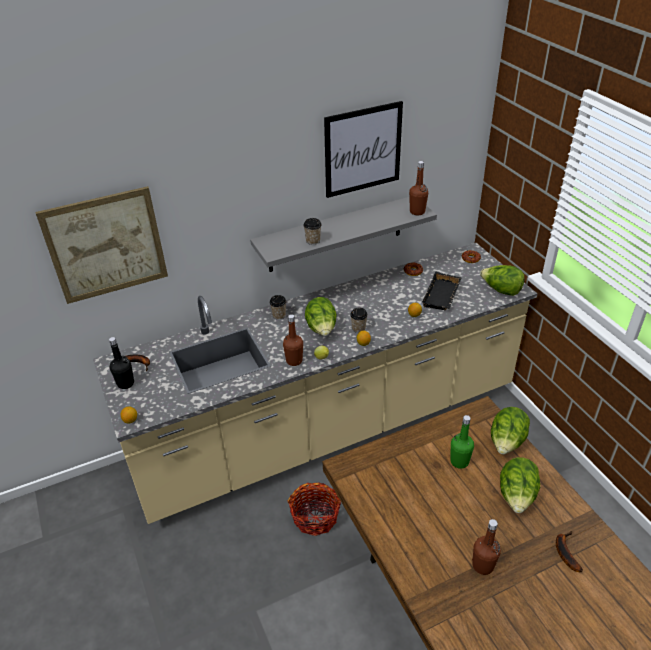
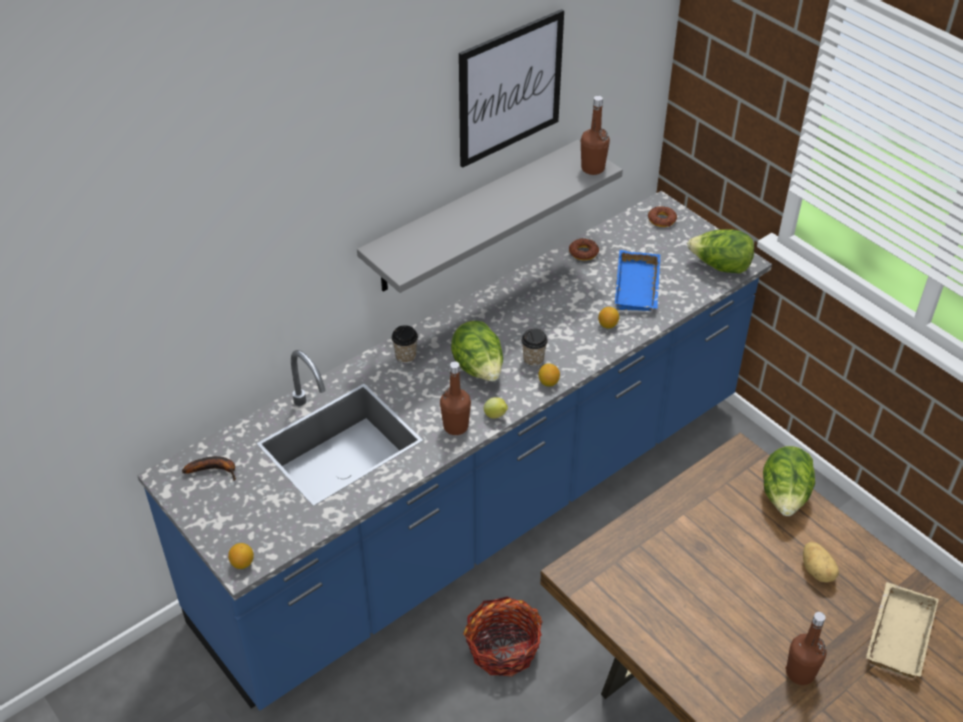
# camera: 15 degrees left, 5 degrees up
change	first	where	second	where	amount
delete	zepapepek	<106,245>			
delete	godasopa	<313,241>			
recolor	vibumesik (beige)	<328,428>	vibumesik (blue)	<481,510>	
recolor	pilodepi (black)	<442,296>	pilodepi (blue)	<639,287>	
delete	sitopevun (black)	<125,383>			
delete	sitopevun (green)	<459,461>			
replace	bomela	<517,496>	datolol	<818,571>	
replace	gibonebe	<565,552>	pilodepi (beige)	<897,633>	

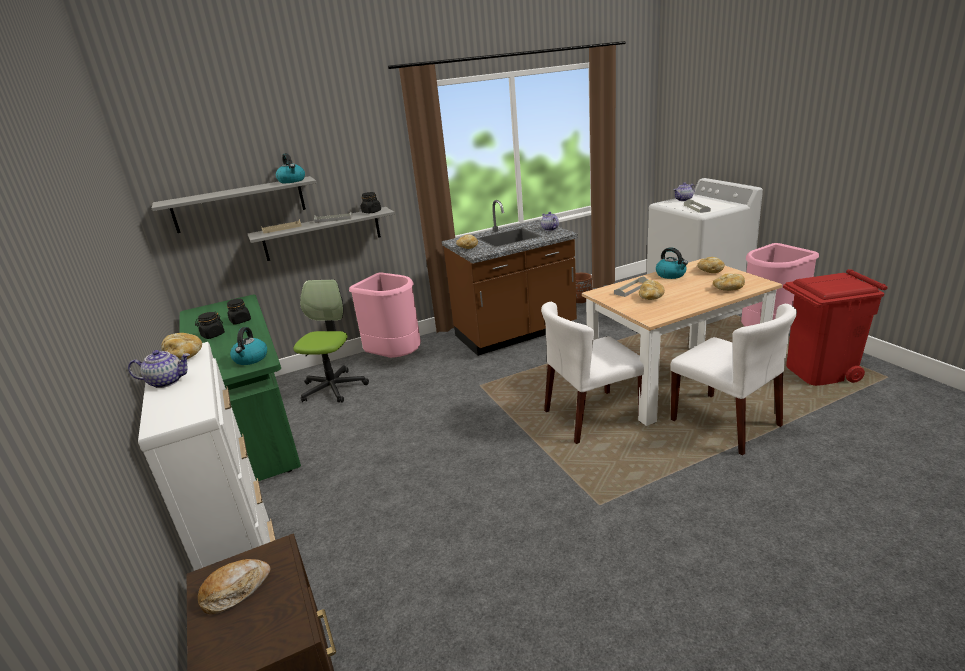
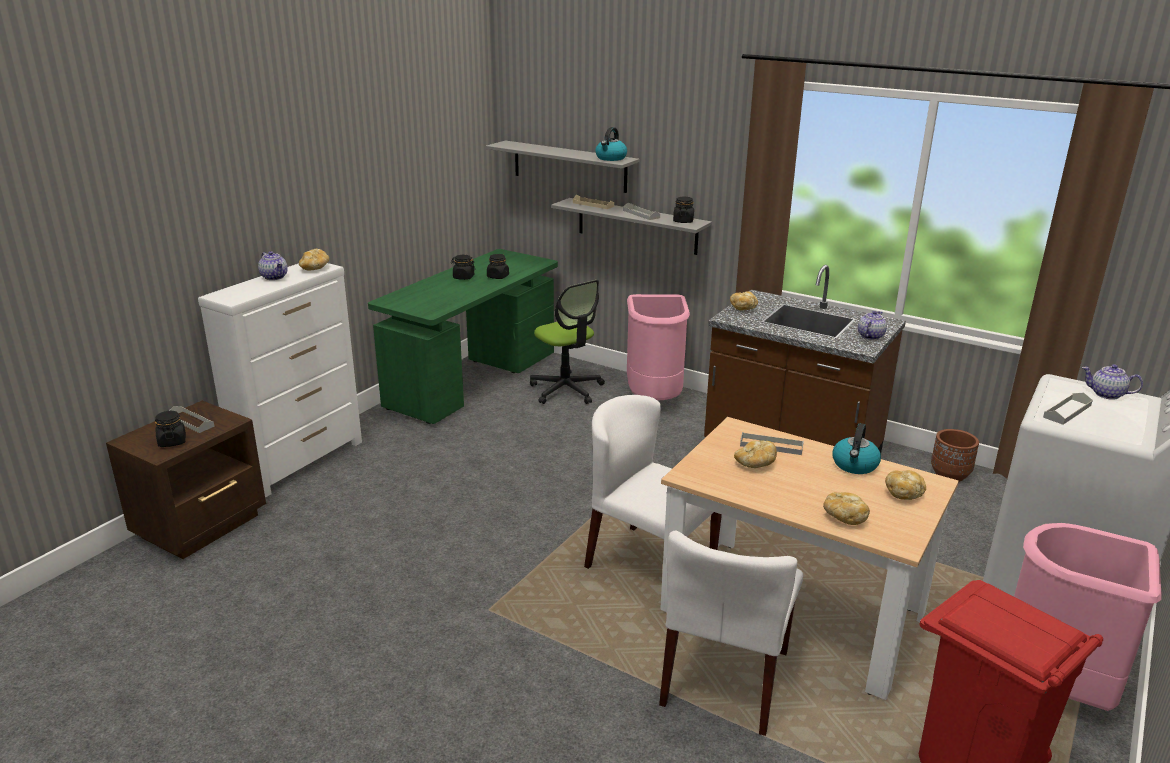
# camera: 55 degrees right, 0 degrees up
change	first	where	second	where	amount
rotate	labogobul	<333,388>		<566,390>	75 degrees clockwise
delete	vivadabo	<251,359>			
replace	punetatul	<236,591>	pilodepi (grey)	<191,421>	
insert			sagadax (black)	<172,441>	

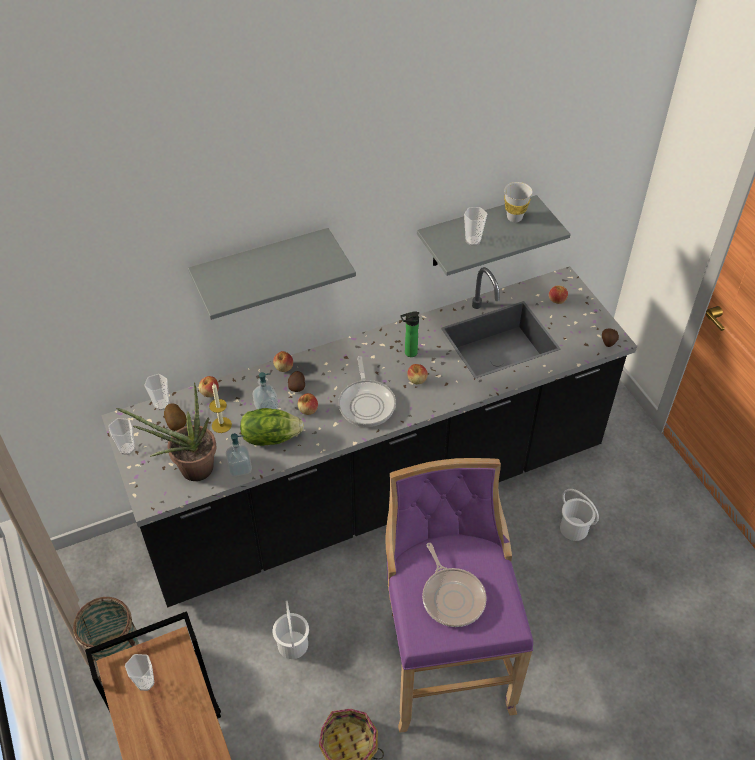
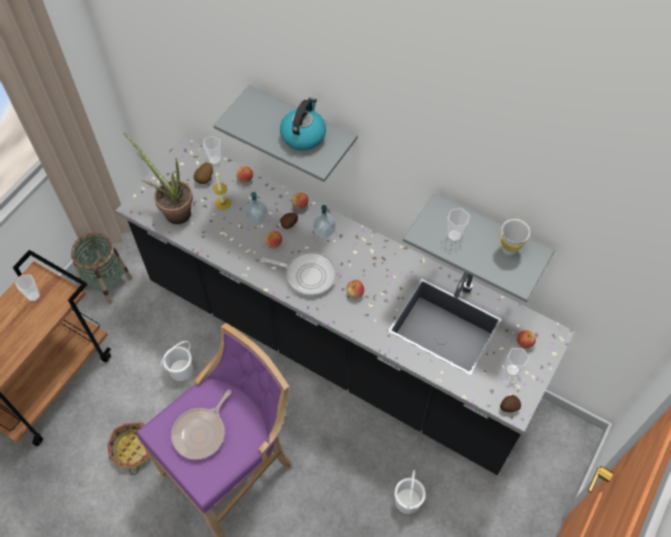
# camera: 55 degrees right, 10 degrees up
change	first	where	second	where	amount
delete	sitopevun	<409,353>			
rotate	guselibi	<366,403>		<307,275>	120 degrees counterclockwise
delete	bomela	<270,437>			
move	godasopa	<127,448>		<512,370>	
move	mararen	<240,468>		<324,231>	
insert			vivadabo	<303,135>	

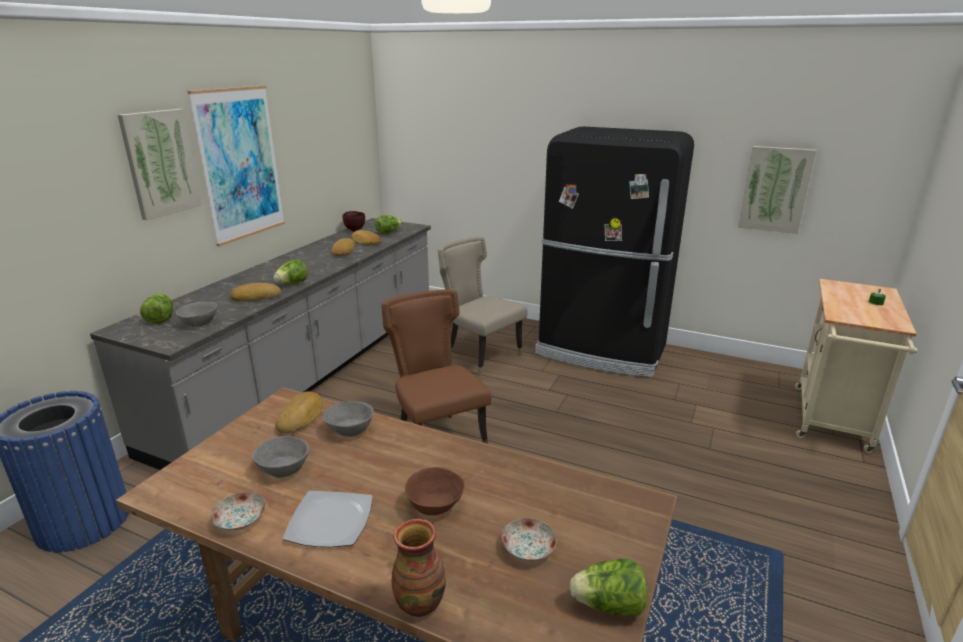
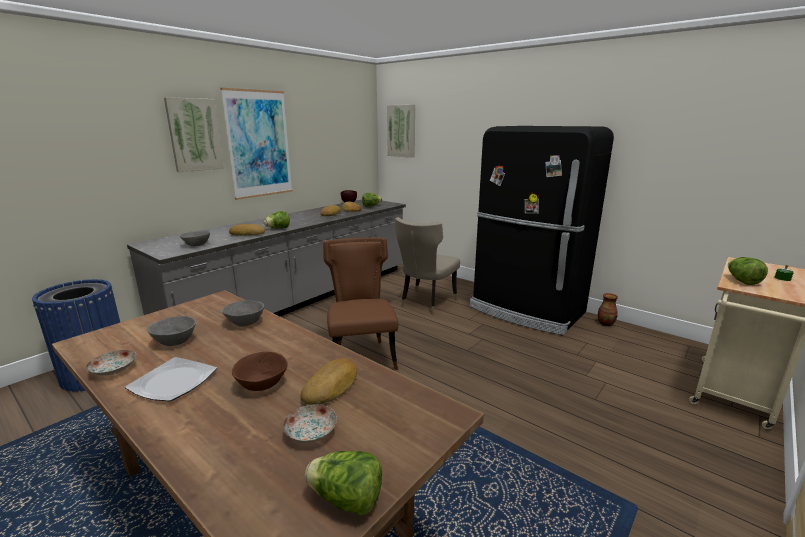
# camera: 15 degrees right, 5 degrees down
change	first	where	second	where	amount
move	zepapepek	<775,189>		<401,131>	
rotate	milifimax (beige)	<480,355>		<425,303>	120 degrees counterclockwise
move	bomela	<161,319>		<742,281>	
move	punetatul	<301,417>		<332,386>	
move	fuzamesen	<420,602>		<605,323>	

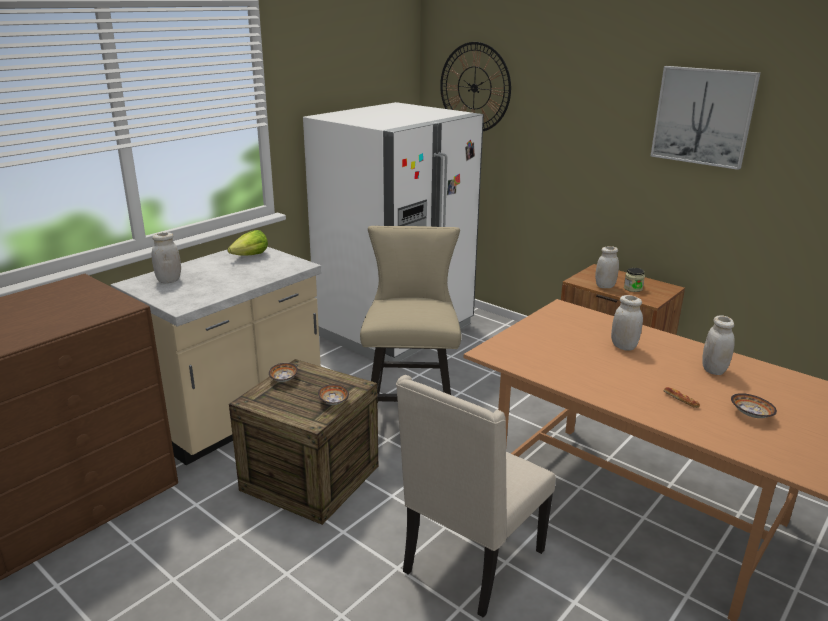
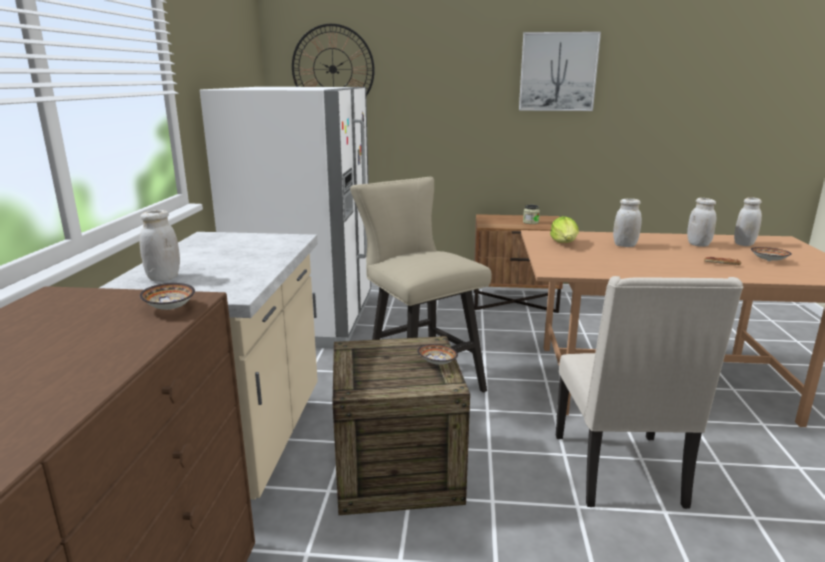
# camera: 35 degrees left, 5 degrees down
change	first	where	second	where	amount
move	bomela	<250,256>		<564,243>	
move	sagadax (white)	<605,286>		<744,244>	
move	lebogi	<284,379>		<170,308>	

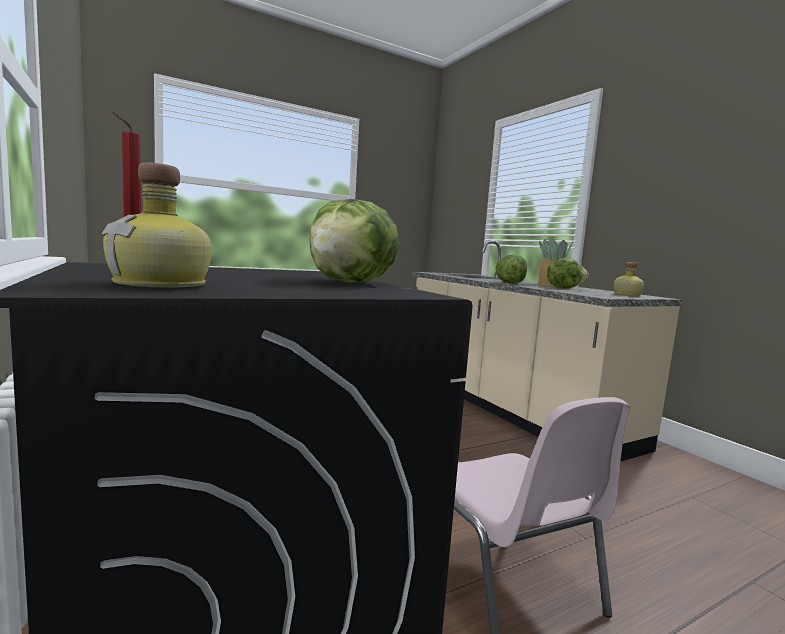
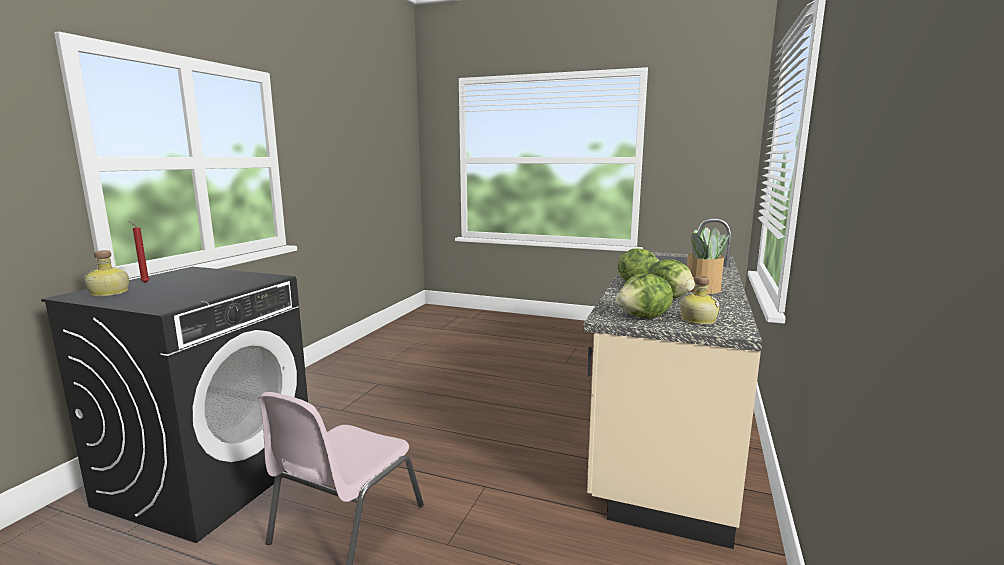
# camera: 50 degrees right, 5 degrees up
change	first	where	second	where	amount
move	bomela	<352,282>		<644,317>	

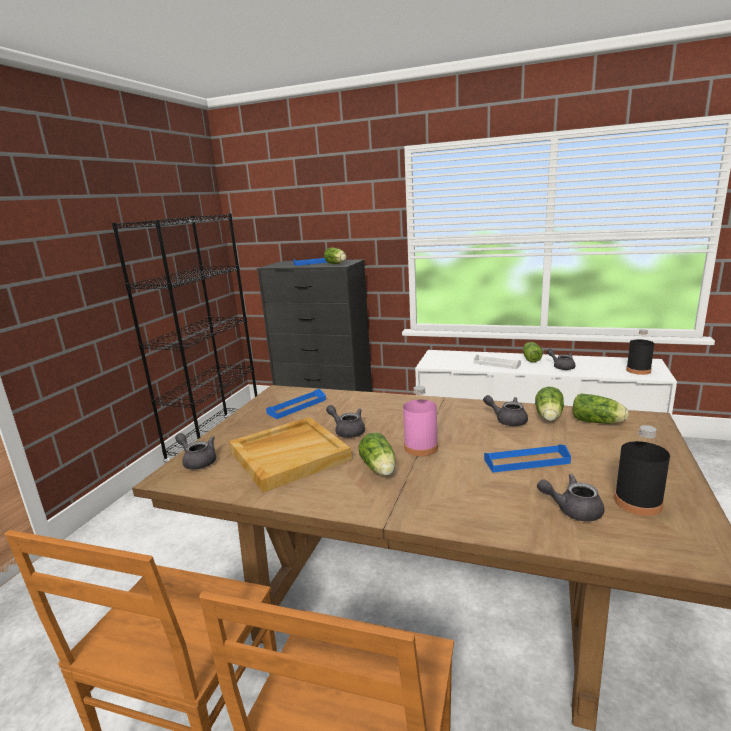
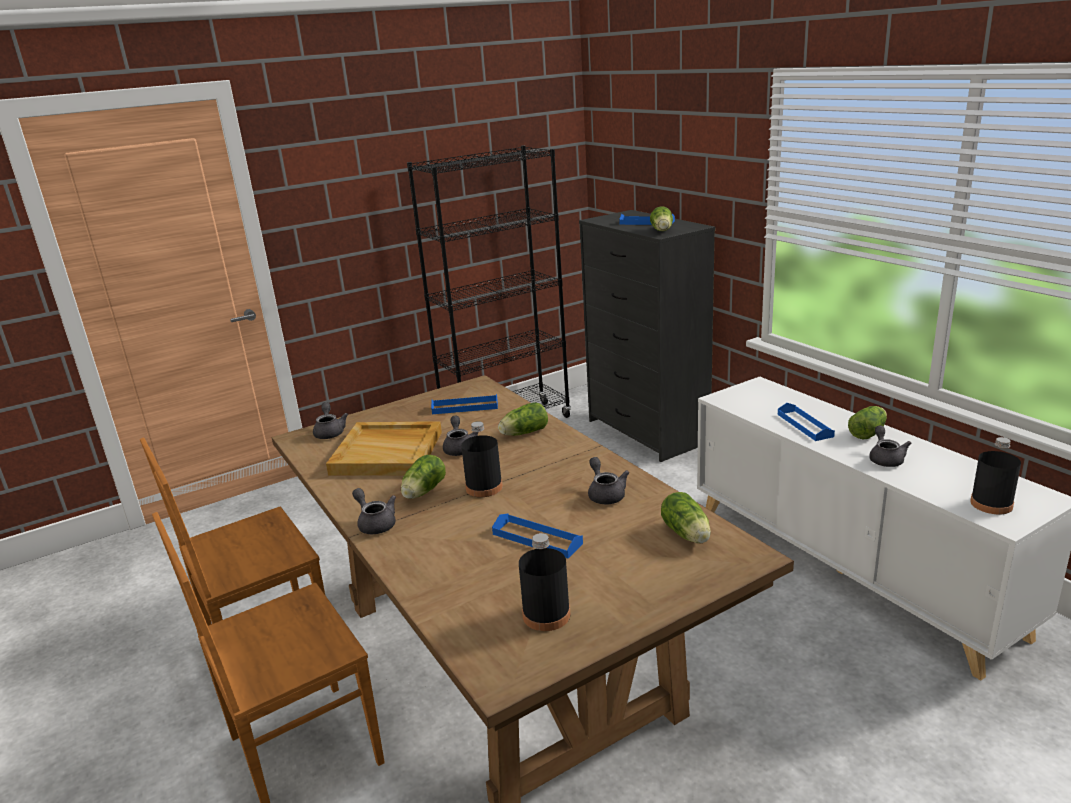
# camera: 40 degrees right, 5 degrees up
change	first	where	second	where	amount
recolor	pilodepi (white)	<496,364>	pilodepi (blue)	<804,425>	
recolor	sitopevun (pink)	<421,447>	sitopevun (black)	<484,487>	
move	bomela	<548,417>		<523,433>	
move	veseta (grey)	<572,510>		<375,523>	

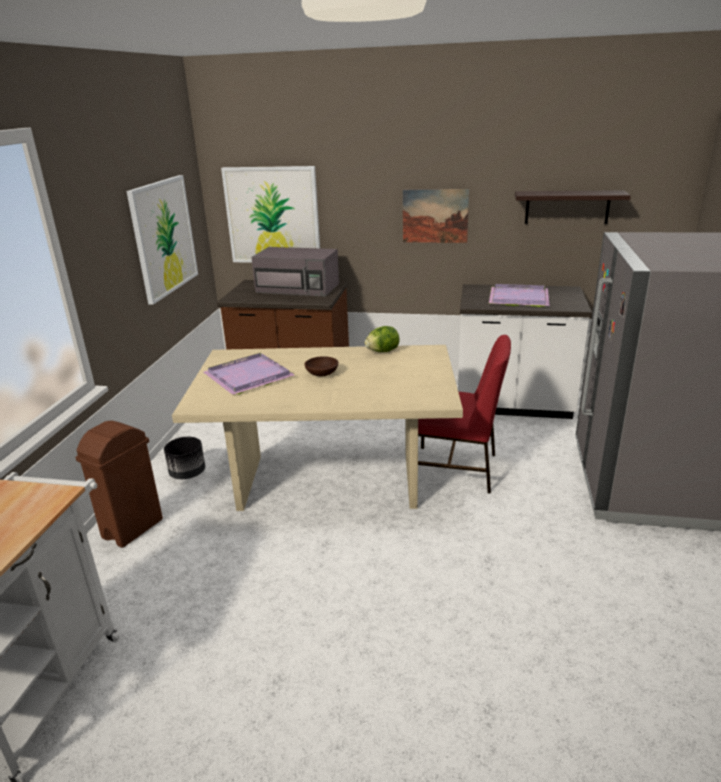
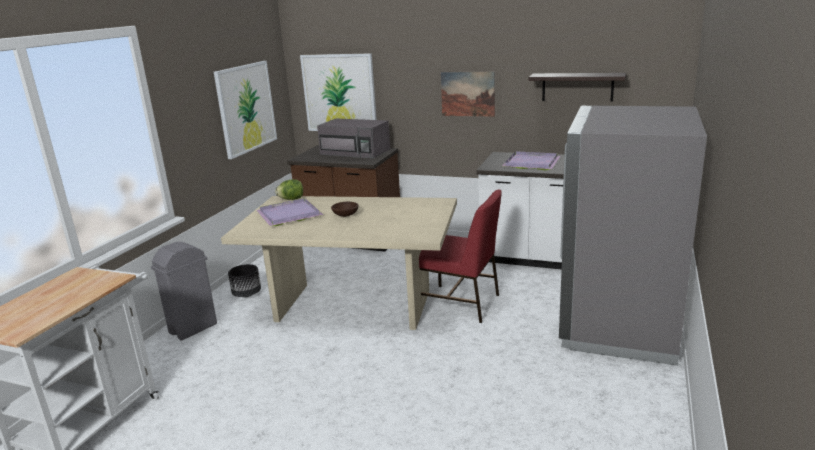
# camera: 10 degrees right, 5 degrees down
change	first	where	second	where	amount
move	bomela	<382,351>		<291,199>	
recolor	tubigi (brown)	<132,529>	tubigi (grey)	<192,328>	

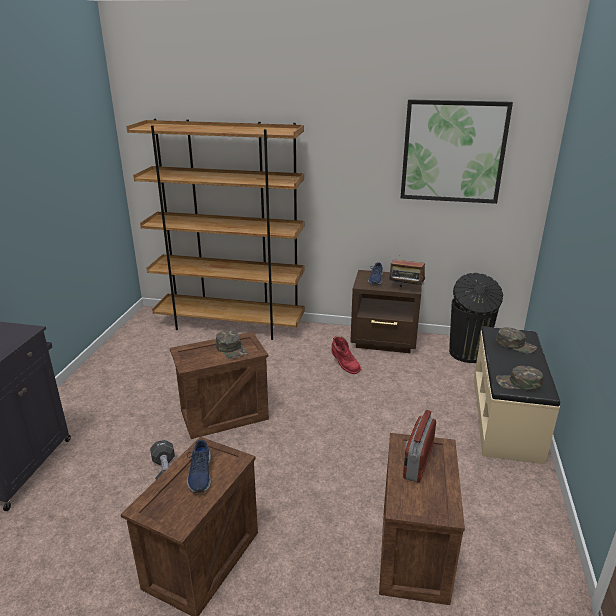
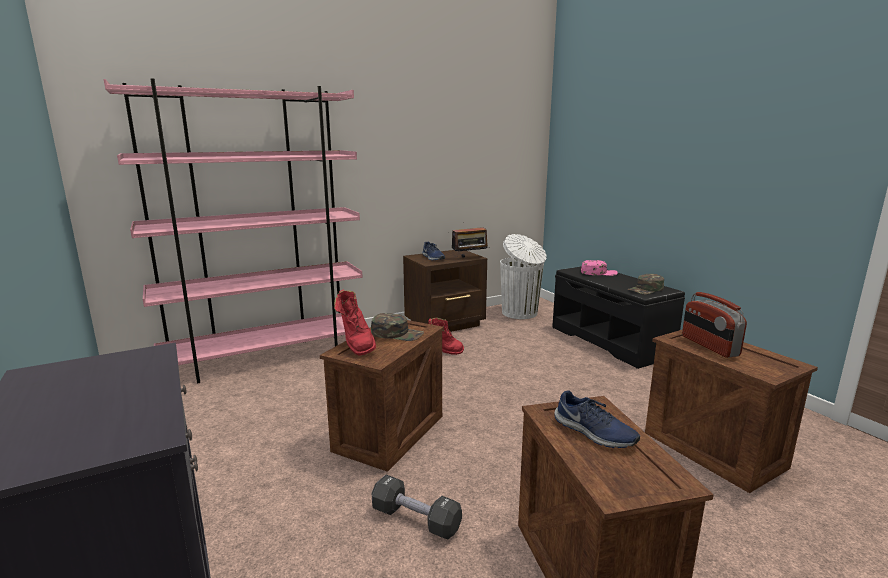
# camera: 40 degrees left, 10 degrees down
change	first	where	second	where	amount
delete	zepapepek	<453,152>			
recolor	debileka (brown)	<230,325>	debileka (pink)	<267,358>	
recolor	tubigi (black)	<468,354>	tubigi (white)	<520,313>	
recolor	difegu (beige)	<506,418>	difegu (black)	<610,341>	
recolor	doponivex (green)	<515,344>	doponivex (pink)	<598,273>	
insert			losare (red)	<356,344>	

